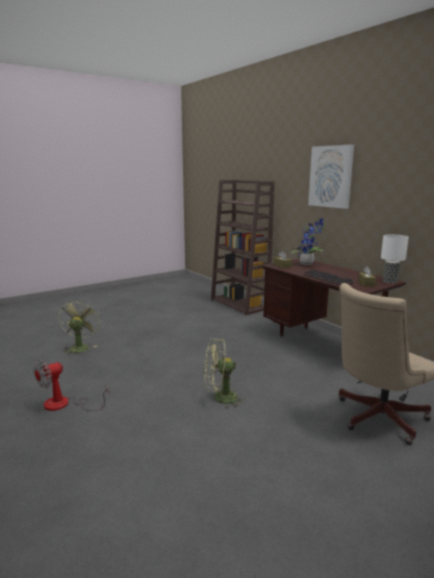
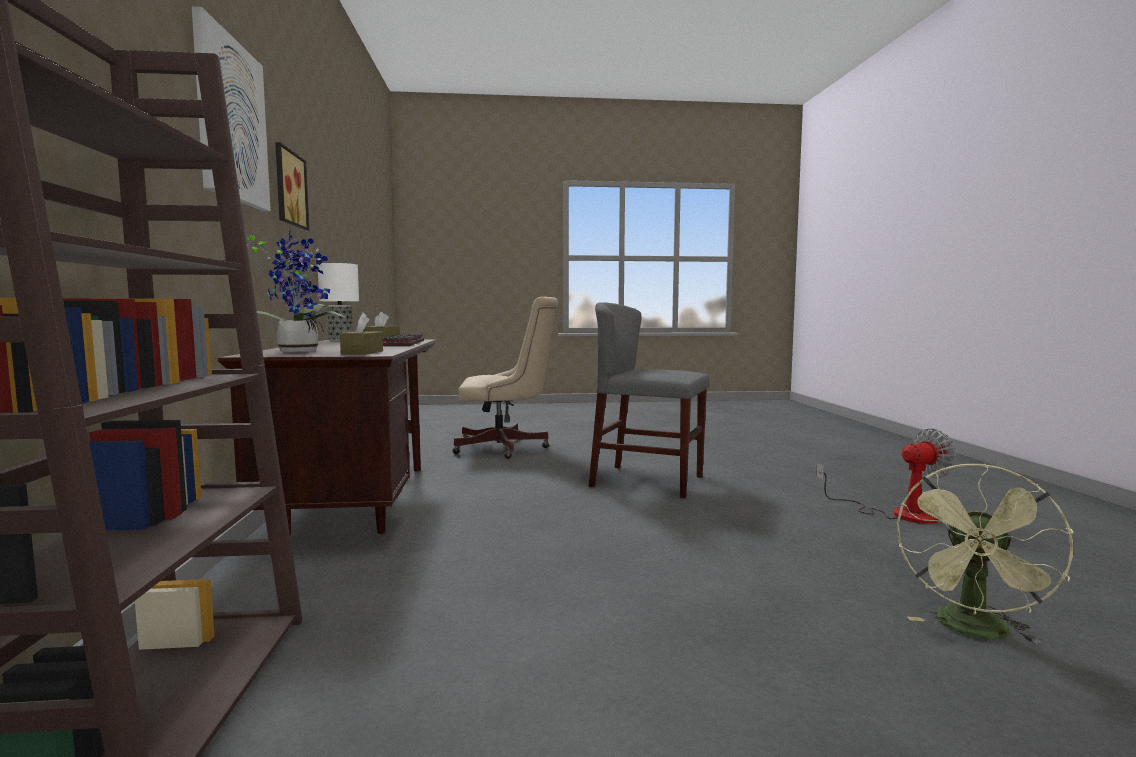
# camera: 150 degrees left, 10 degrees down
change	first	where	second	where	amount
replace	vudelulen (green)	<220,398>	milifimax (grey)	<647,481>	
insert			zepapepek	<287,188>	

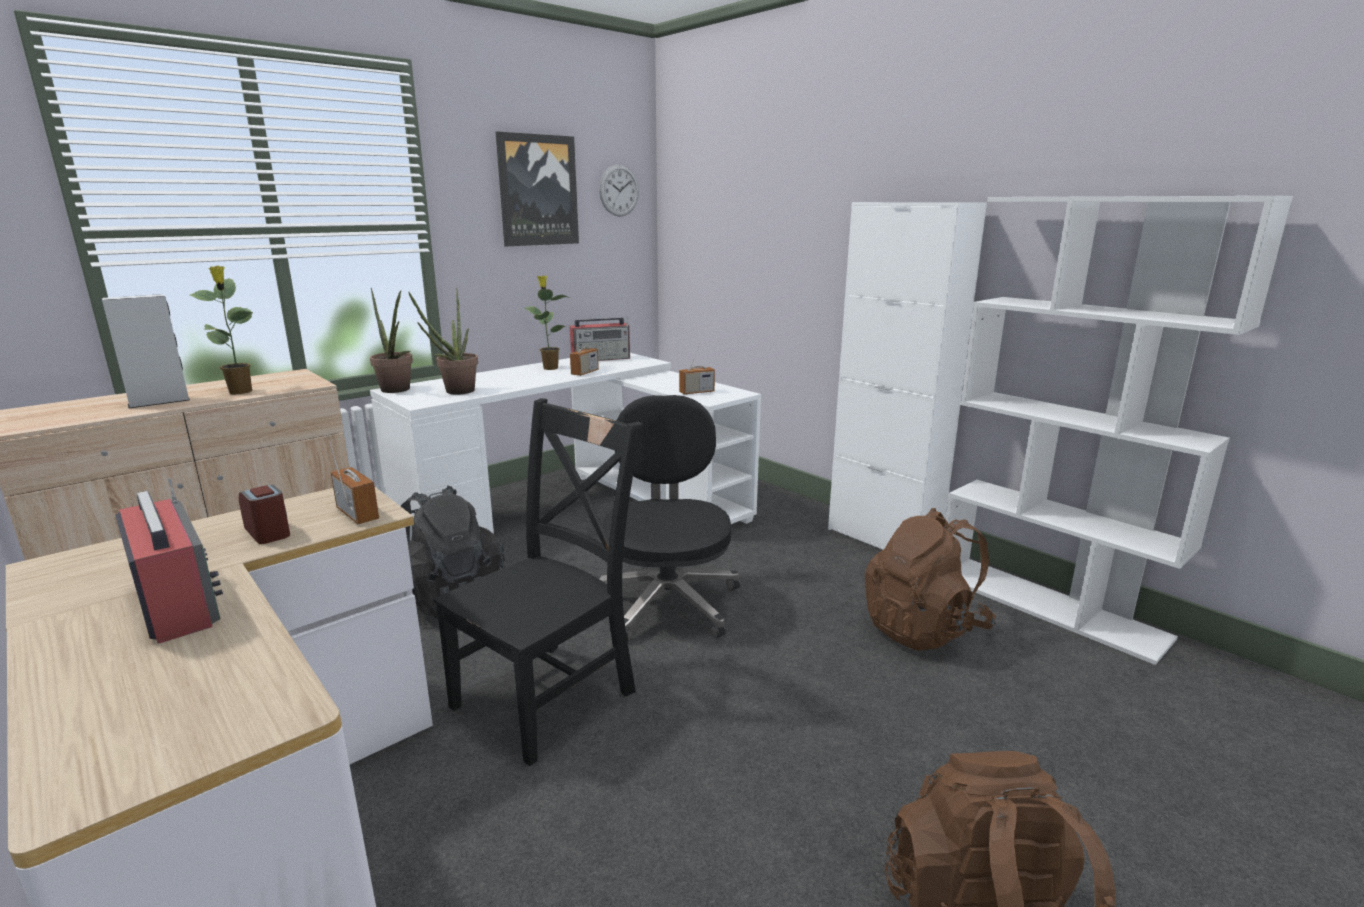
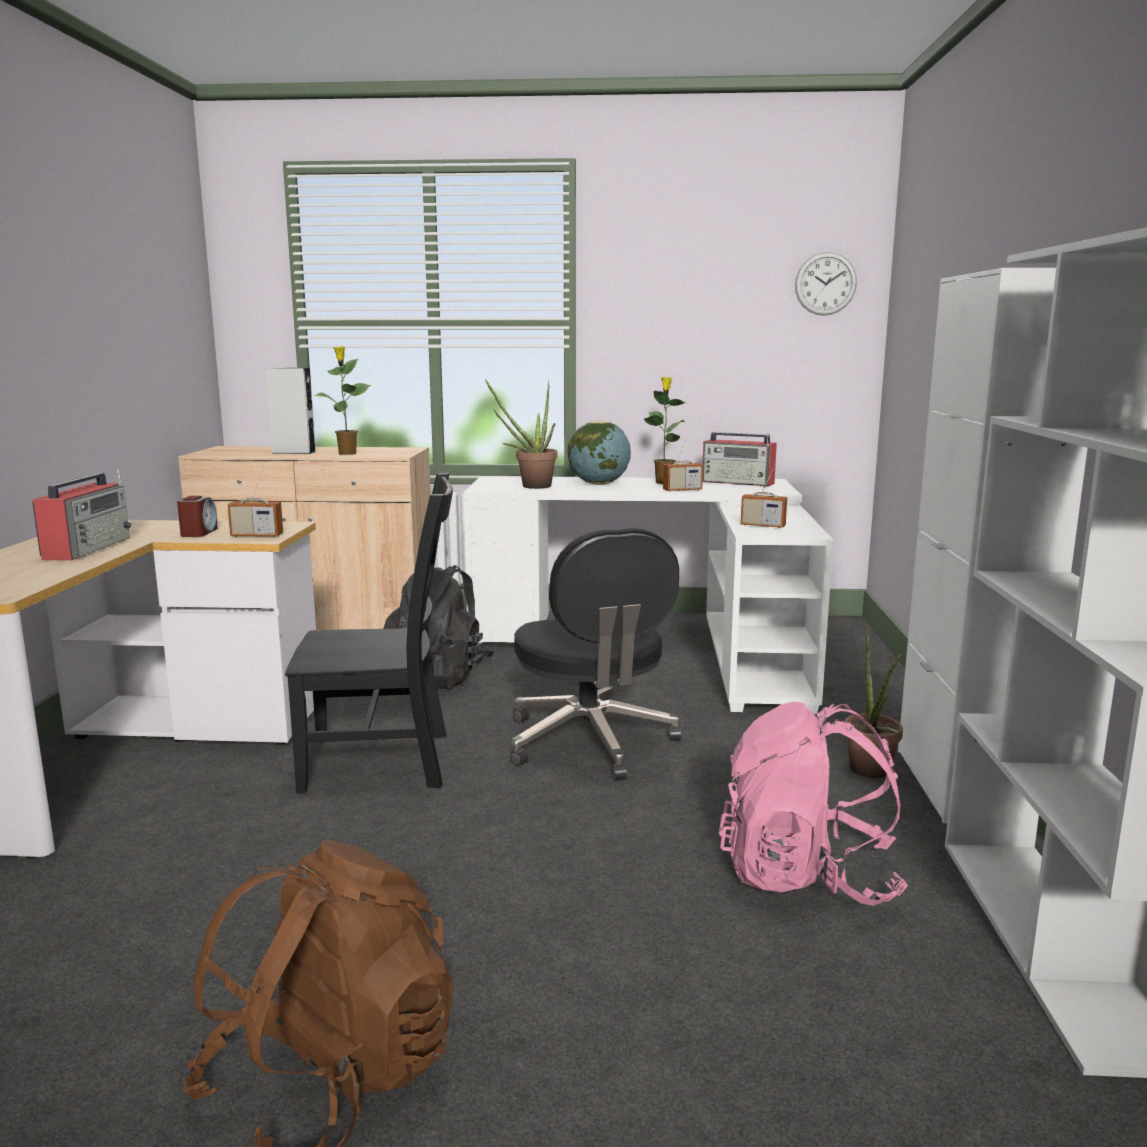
# camera: 45 degrees right, 5 degrees down
change	first	where	second	where	amount
delete	zepapepek	<538,190>			
move	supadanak	<397,391>		<871,773>	
rotate	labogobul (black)	<667,601>		<590,742>	120 degrees clockwise
rotate	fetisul	<358,514>		<257,536>	90 degrees clockwise
recolor	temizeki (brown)	<924,629>	temizeki (pink)	<807,876>	
insert			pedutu	<598,484>	

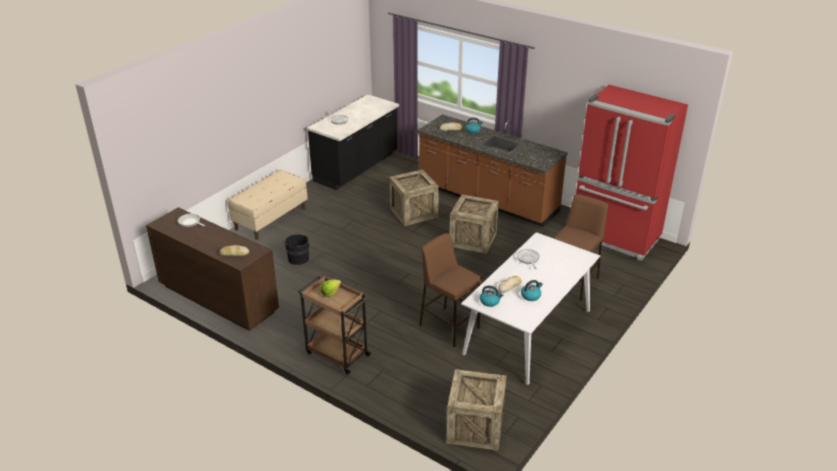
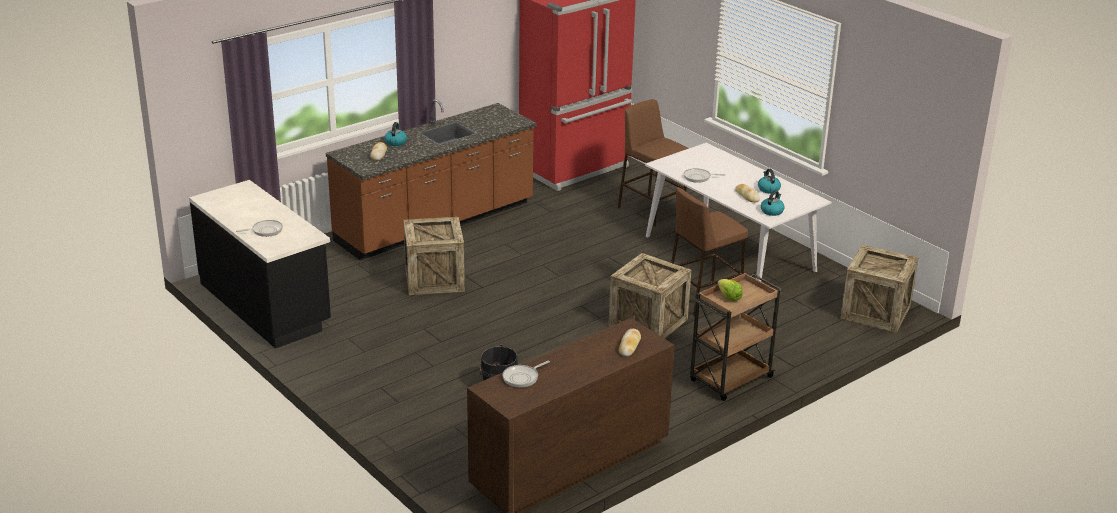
# camera: 75 degrees left, 5 degrees down
change	first	where	second	where	amount
delete	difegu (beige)	<270,218>			
move	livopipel	<473,239>		<648,322>	

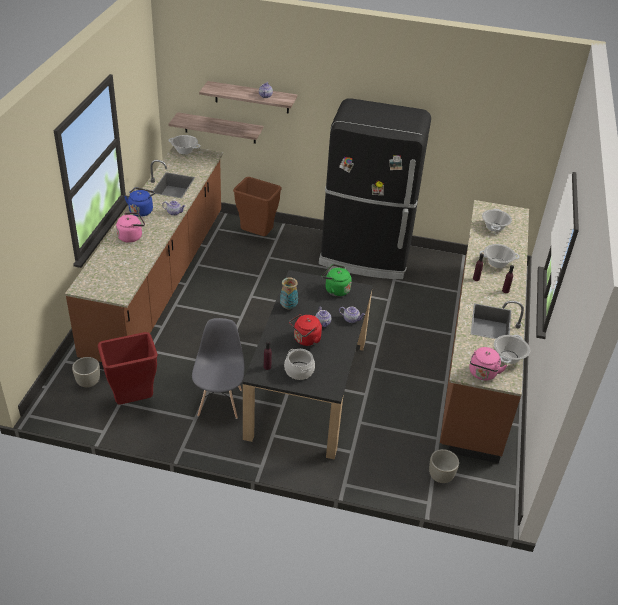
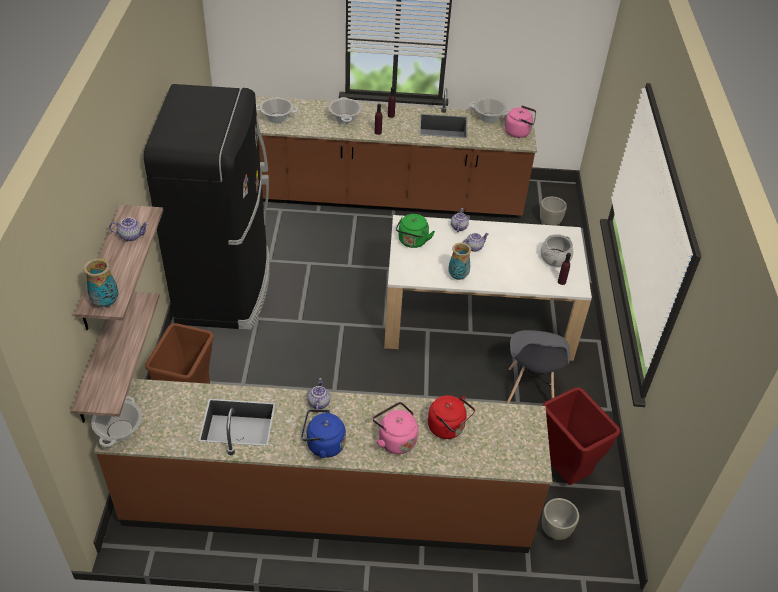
# camera: 100 degrees left, 5 degrees up
change	first	where	second	where	amount
recolor	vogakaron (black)	<307,387>	vogakaron (white)	<477,318>	
move	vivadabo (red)	<305,340>		<448,428>	
rotate	milifimax (grey)	<220,402>		<530,389>	75 degrees counterclockwise
insert			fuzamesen	<106,302>	

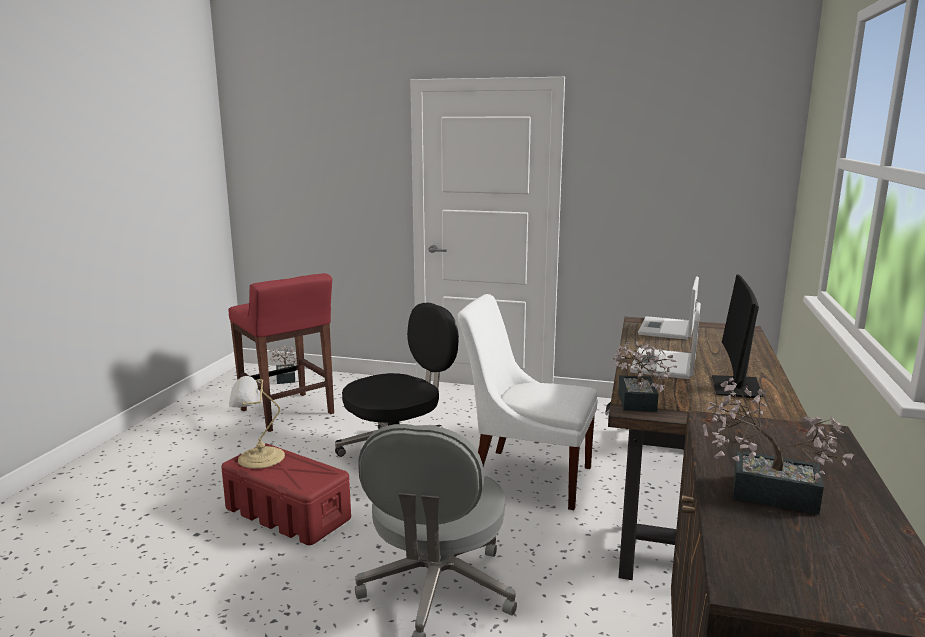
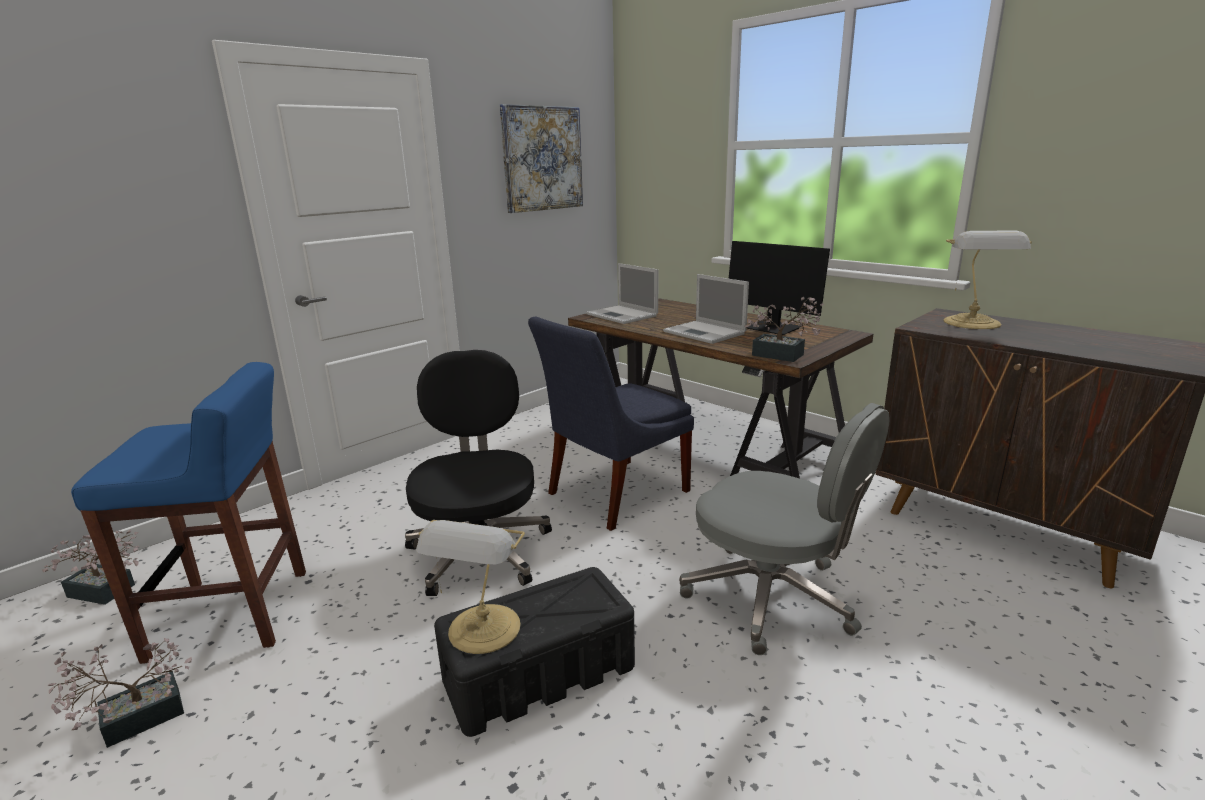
# camera: 60 degrees left, 5 degrees up
change	first	where	second	where	amount
recolor	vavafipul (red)	<287,412>	vavafipul (blue)	<234,614>	
recolor	milifimax (white)	<526,477>	milifimax (blue)	<613,494>	
move	supadanak	<762,491>		<133,720>	
recolor	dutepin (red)	<288,514>	dutepin (black)	<540,673>	
insert			zepapepek	<542,159>	
insert			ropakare	<973,323>	

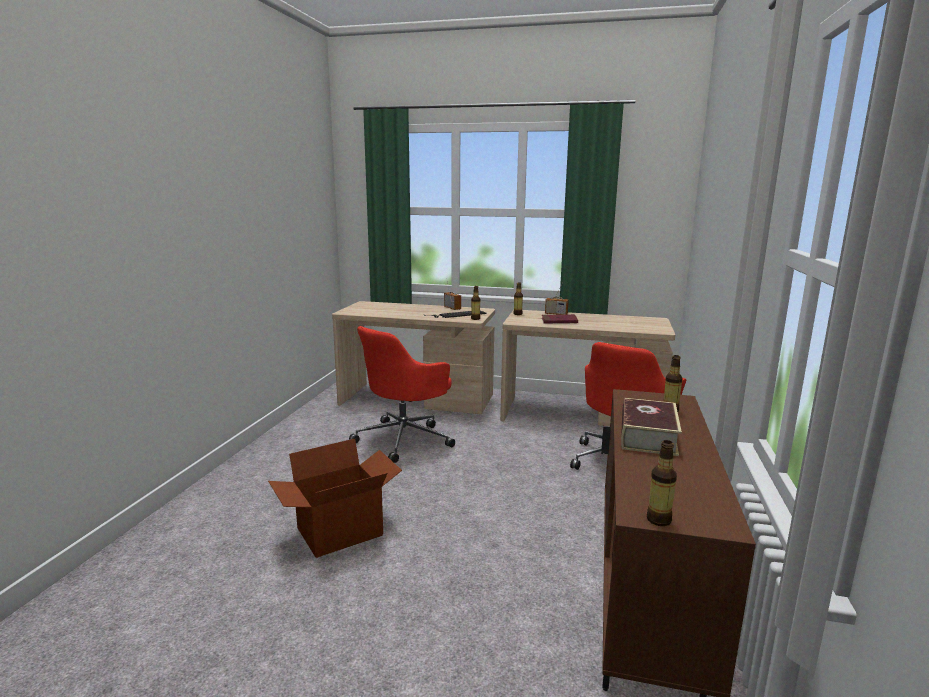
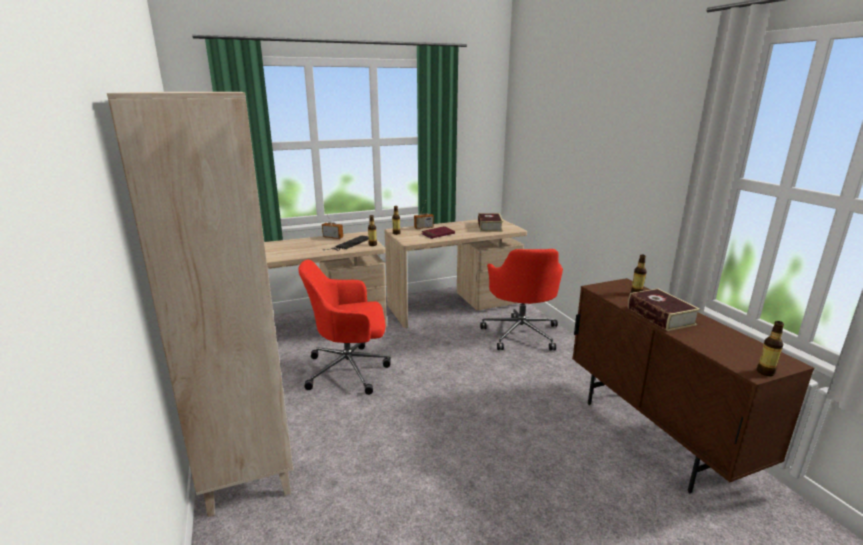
# camera: 35 degrees left, 5 degrees up
change	first	where	second	where	amount
rotate	labogobul (red)	<405,439>		<350,370>	75 degrees clockwise
delete	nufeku	<340,532>			
insert			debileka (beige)	<247,472>	
insert			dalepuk	<489,227>	

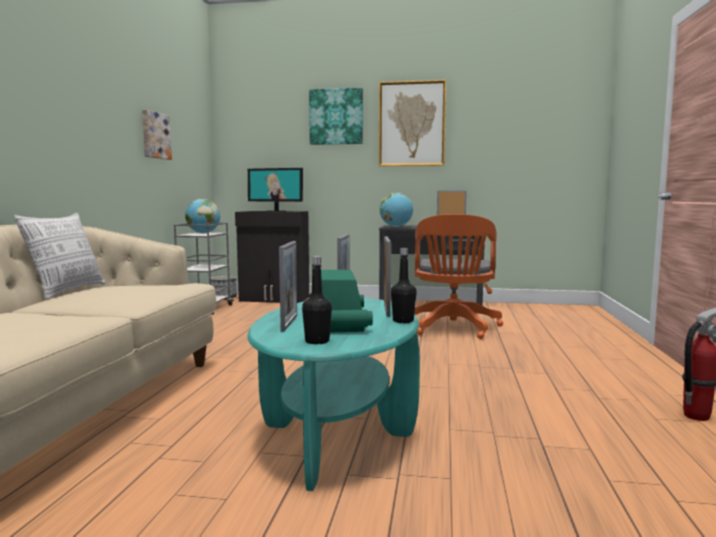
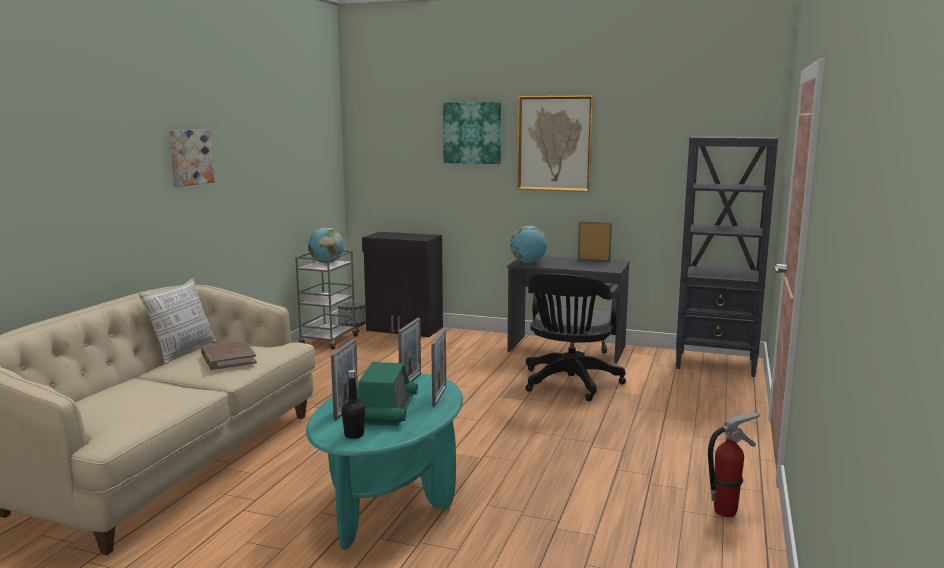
# camera: 10 degrees right, 5 degrees up
change	first	where	second	where	amount
move	zepapepek	<155,135>		<189,157>	
delete	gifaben	<276,211>			
recolor	labogobul (orange)	<453,328>	labogobul (black)	<569,384>	
delete	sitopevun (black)	<403,321>			
insert			debileka (black)	<716,364>	
insert			dalepuk (brown)	<228,359>	

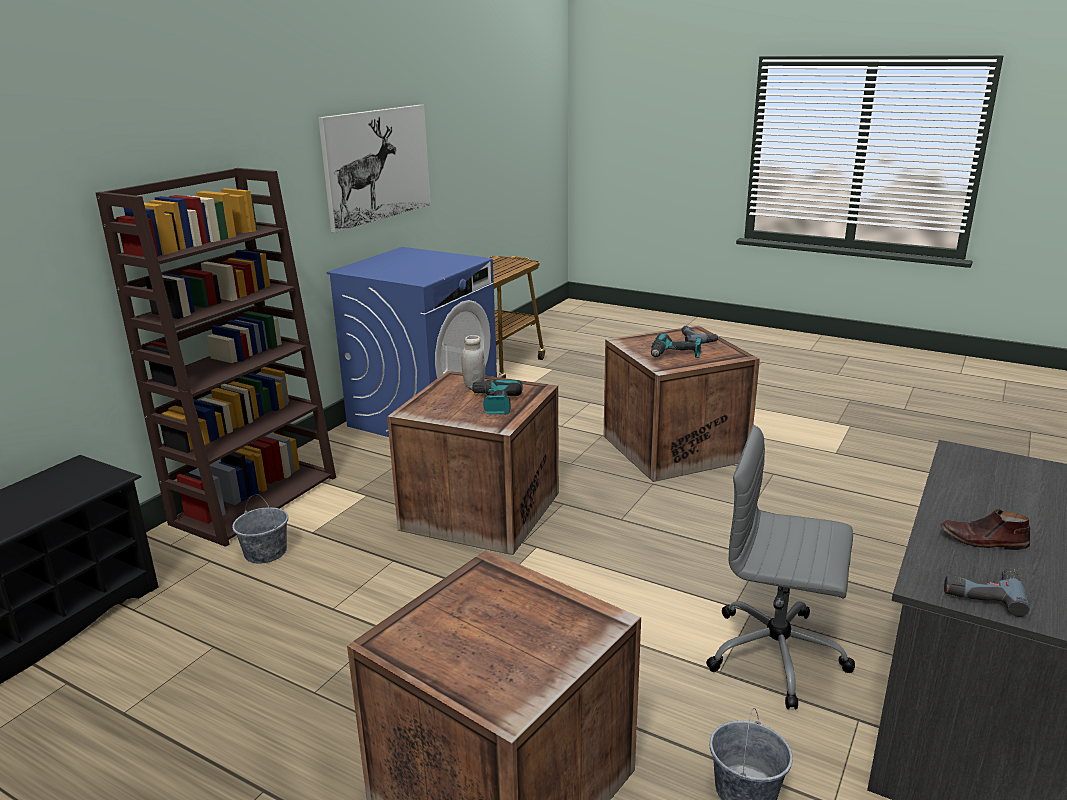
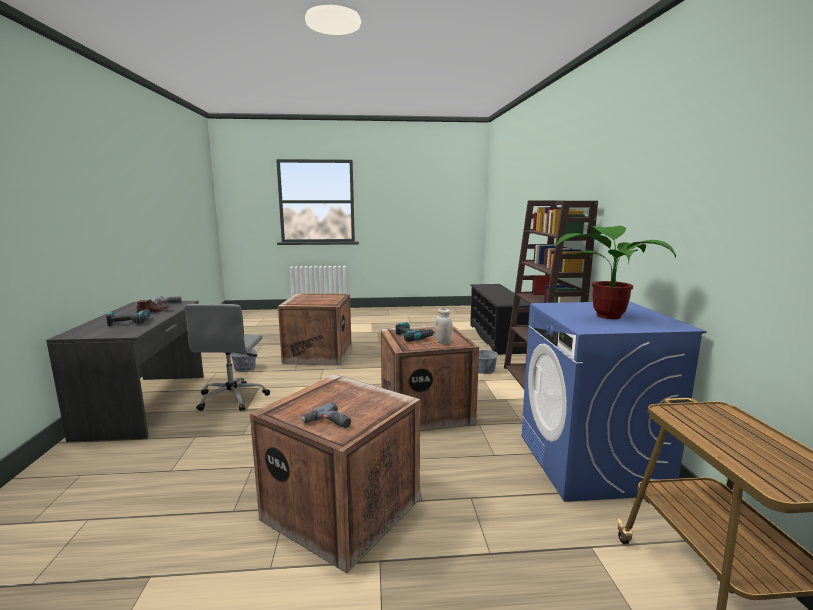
# camera: 145 degrees right, 10 degrees down
change	first	where	second	where	amount
delete	zepapepek	<377,165>			
move	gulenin	<675,355>		<130,322>	
rotate	labogobul (grey)	<778,655>		<233,398>	105 degrees clockwise
insert			supadanak	<605,315>	

